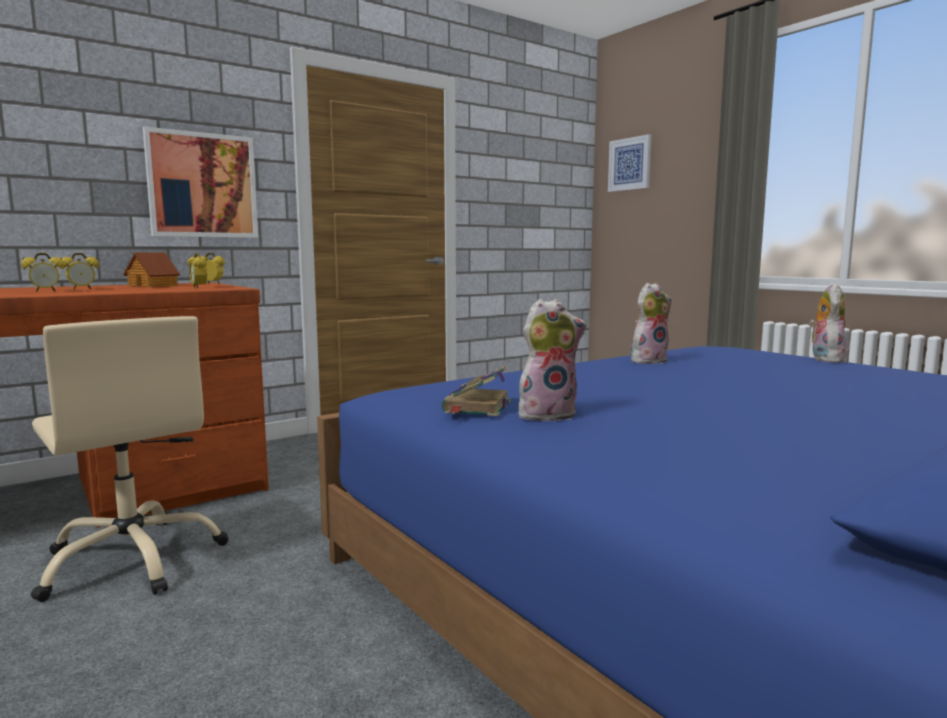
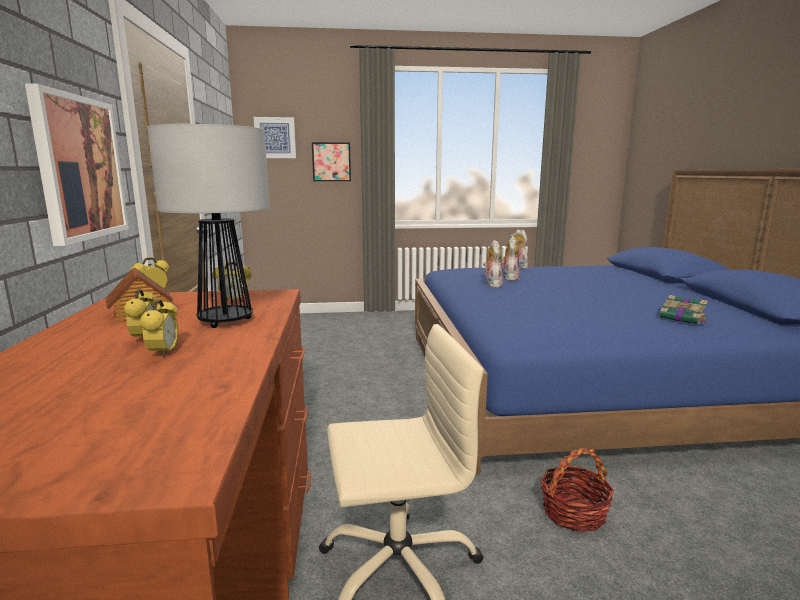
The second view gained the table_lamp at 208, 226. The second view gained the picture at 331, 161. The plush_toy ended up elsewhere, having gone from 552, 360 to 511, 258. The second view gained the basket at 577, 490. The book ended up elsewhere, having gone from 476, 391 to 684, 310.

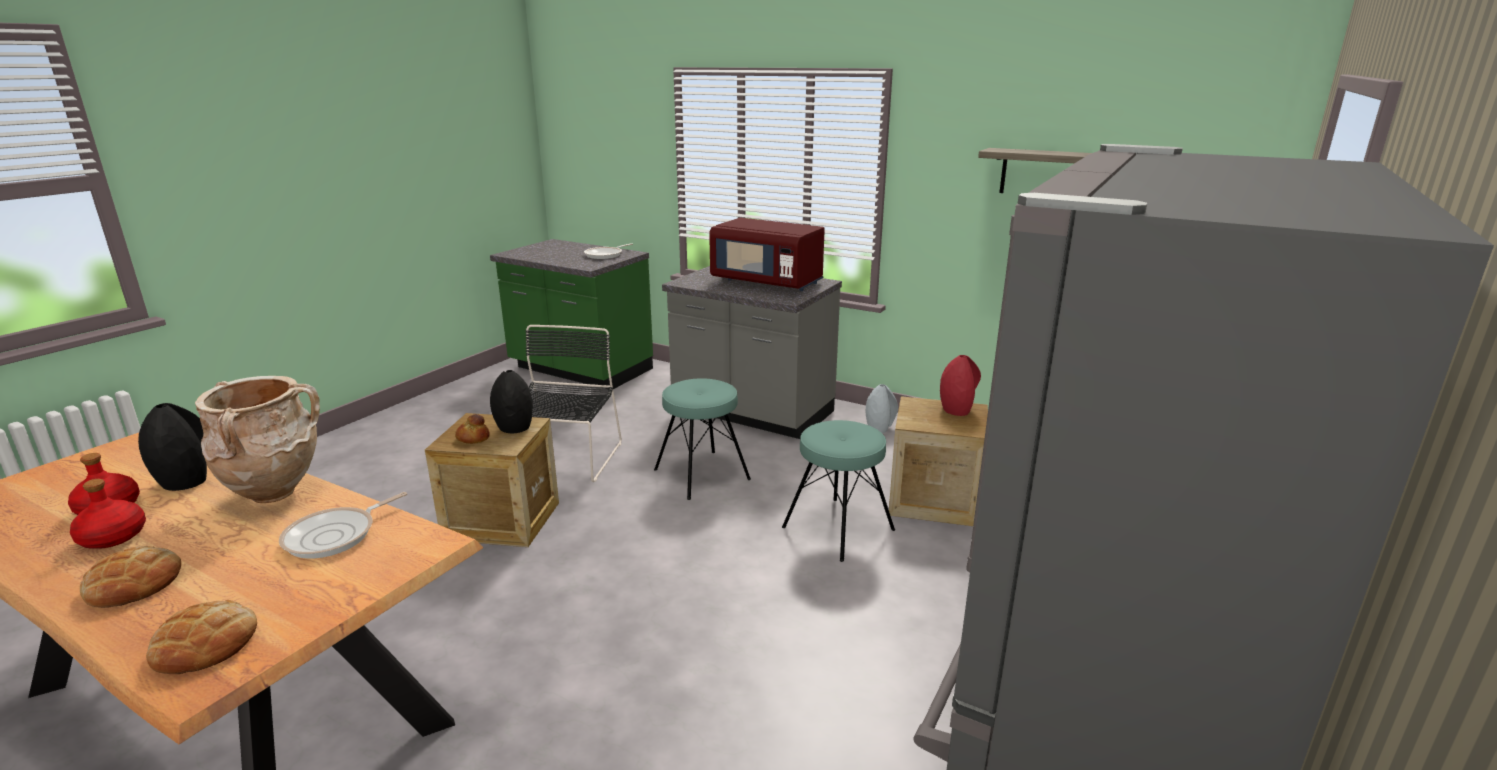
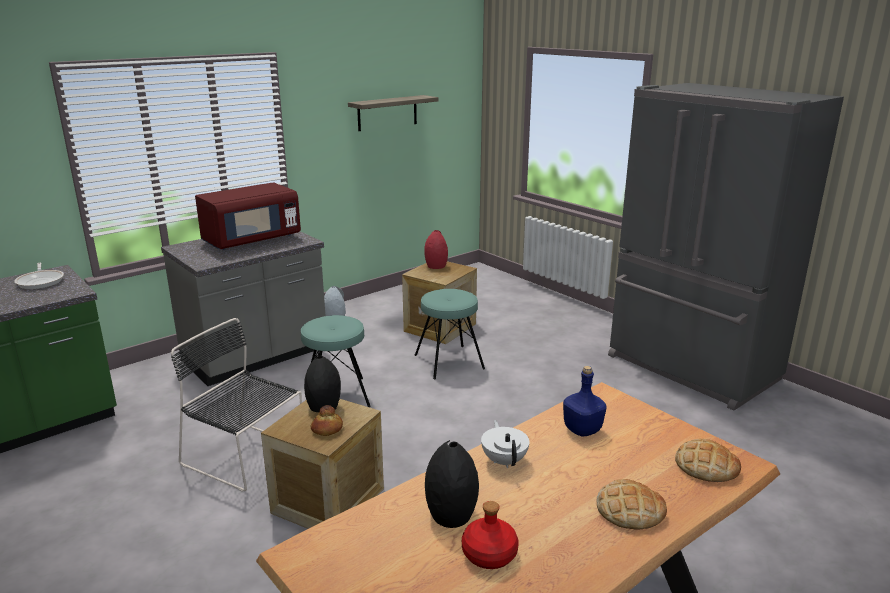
Where the beige_vase stood at 257, 439, the white_teapot came to stand at 505, 444. Where the frying_pan stood at 343, 525, the blue_bottle came to stand at 585, 401. The second view lost the red_bottle at 108, 514.

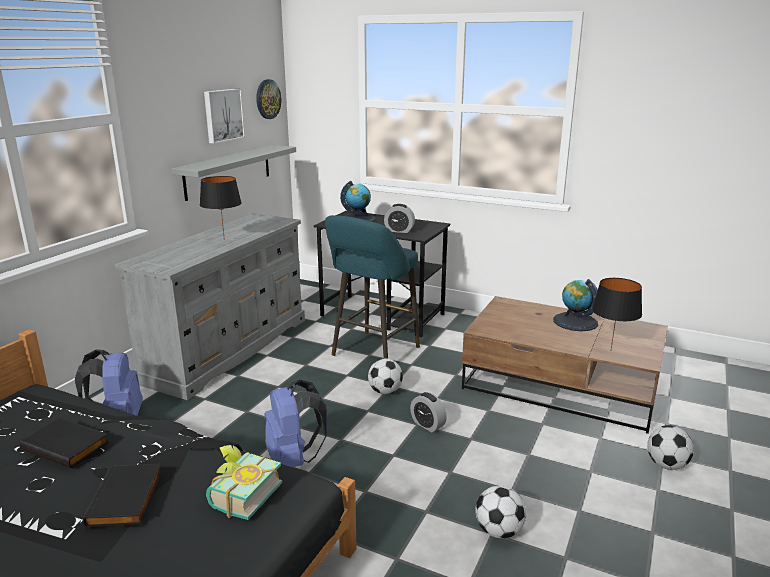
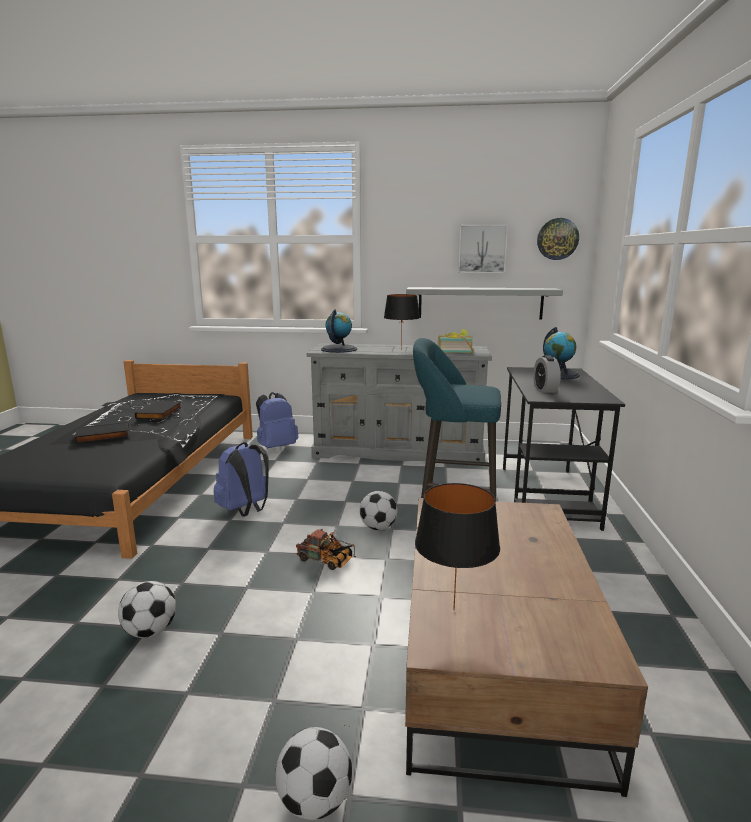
Where the alarm_clock stood at 428, 412, the toy_truck came to stand at 326, 549. The globe ended up elsewhere, having gone from 575, 305 to 339, 331. The book ended up elsewhere, having gone from 244, 482 to 455, 341.

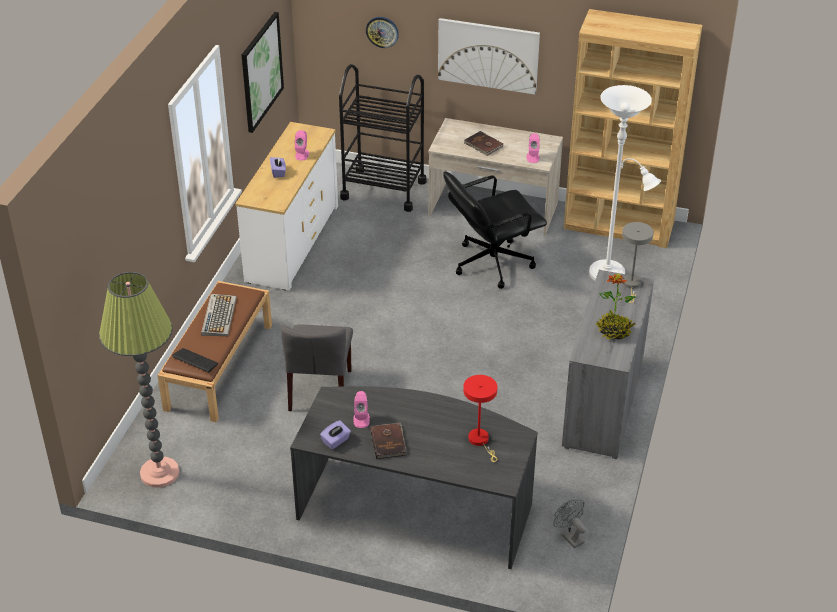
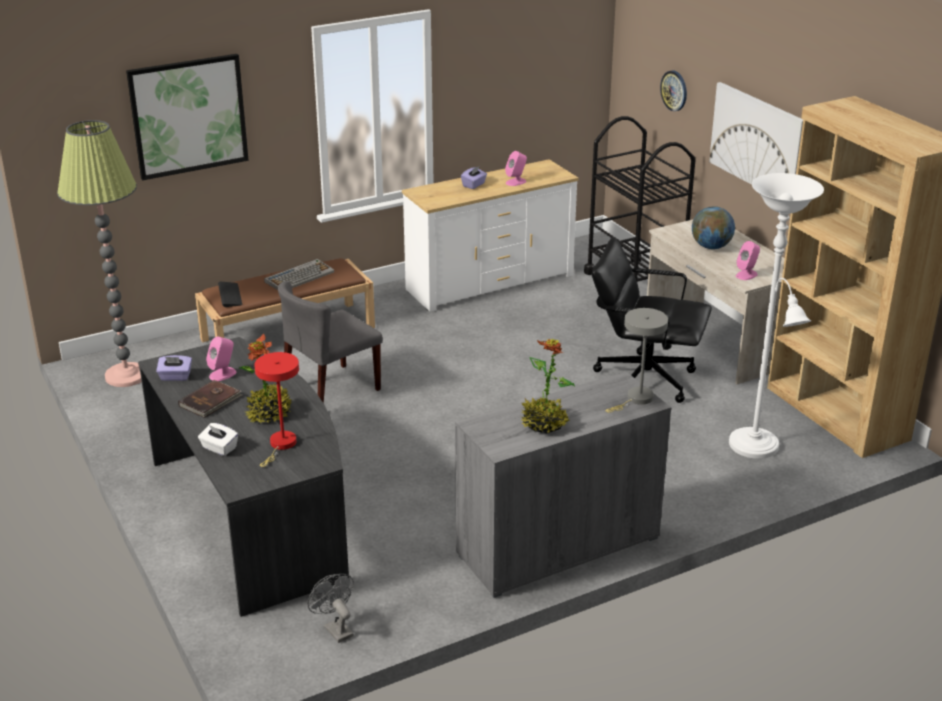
The picture ended up elsewhere, having gone from 263, 72 to 187, 117. The second view gained the white_tissue_box at 218, 439. The second view gained the potted_plant at 265, 378. The grey_fan at 569, 524 ended up facing another way, 45 degrees counterclockwise from before. Where the brown_book stood at 483, 143, the globe came to stand at 713, 227.

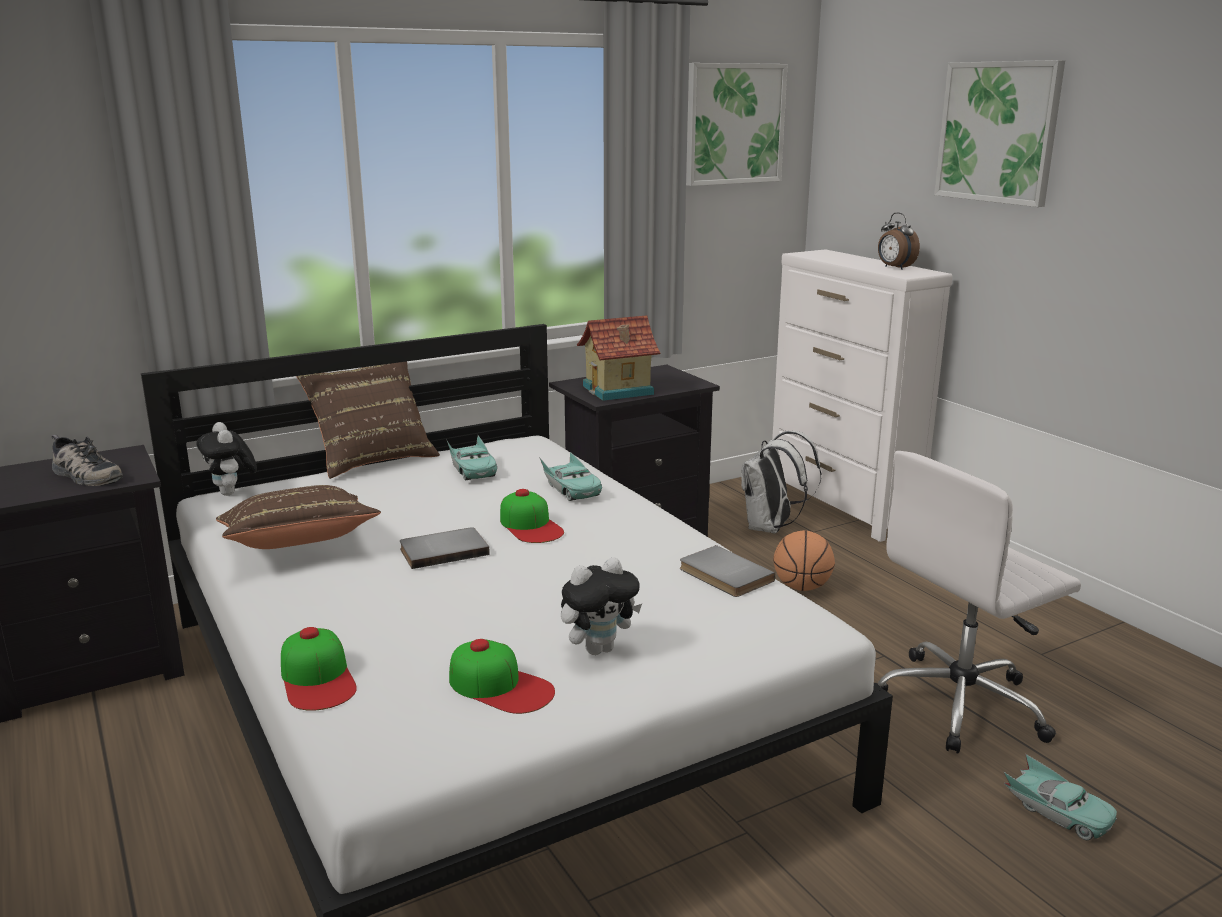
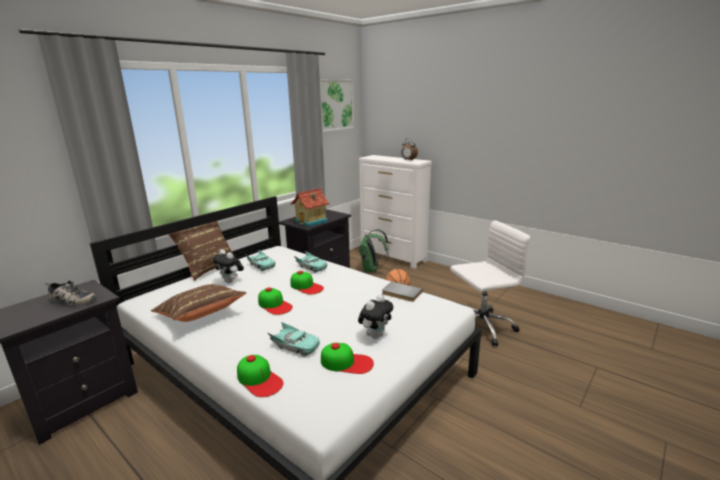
The plush_toy ended up elsewhere, having gone from 226, 459 to 228, 266. Where the grey_book stood at 445, 548, the cap came to stand at 275, 301. The turquoise_toy_car ended up elsewhere, having gone from 1060, 797 to 293, 339. What was the white_backpack at 781, 482 turned into the green_backpack at 374, 250. The white_office_chair at 978, 602 ended up facing another way, 150 degrees counterclockwise from before. The second view lost the picture at 999, 133.

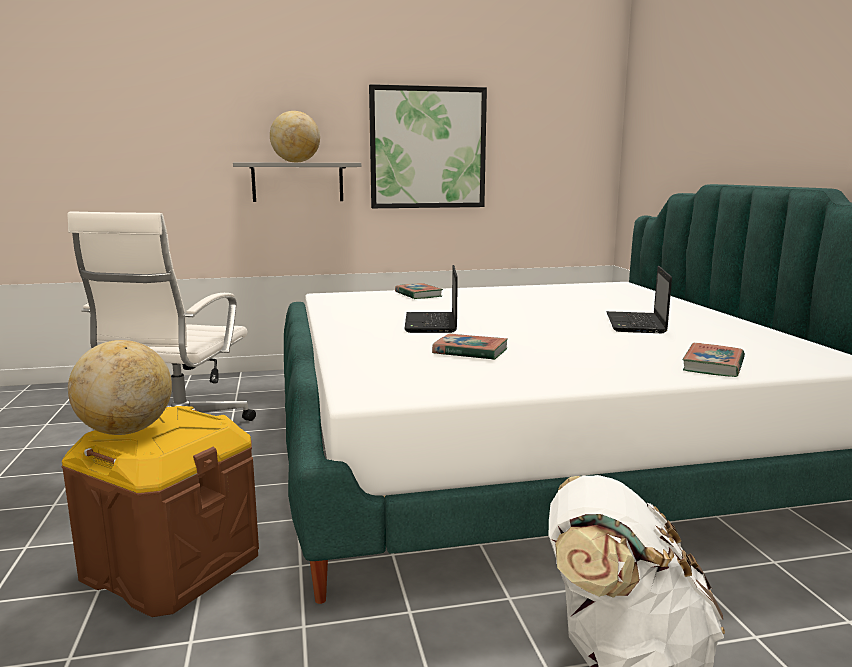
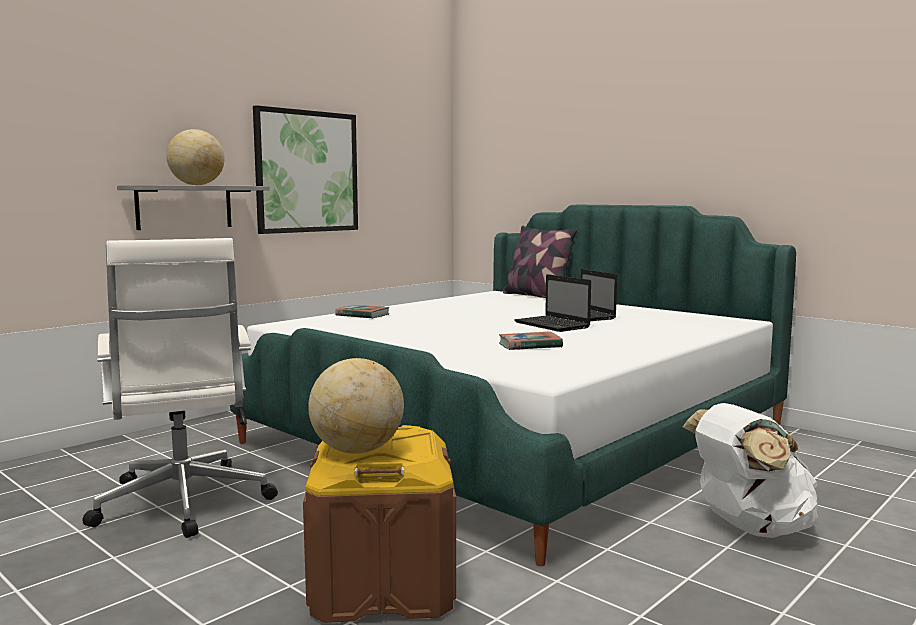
The second view gained the pillow at 540, 262. The laptop ended up elsewhere, having gone from 431, 299 to 552, 303. The second view lost the book at 713, 360.

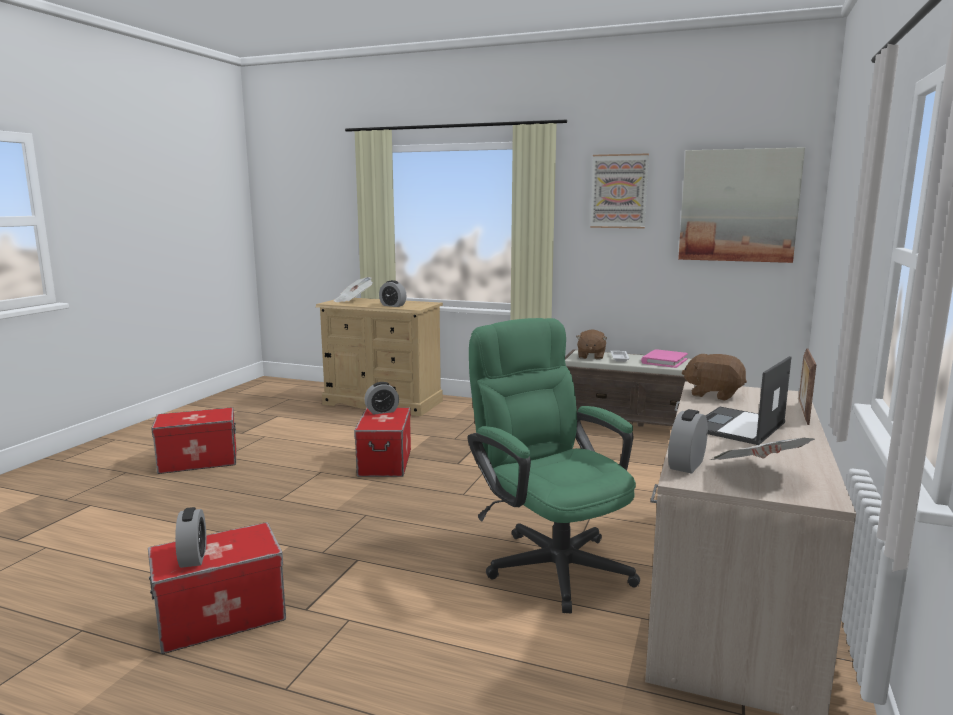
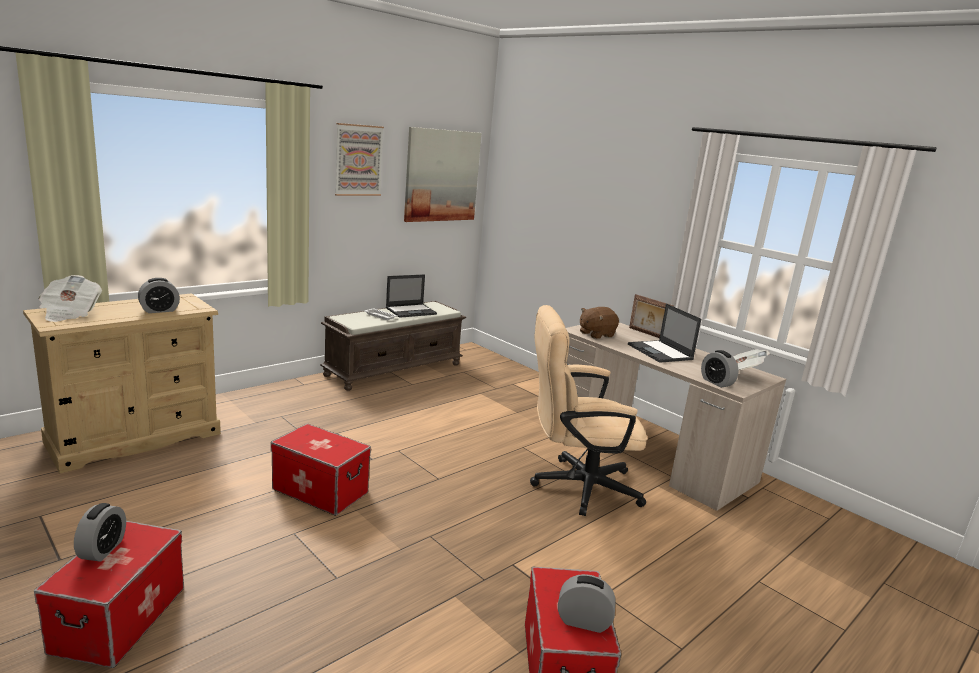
The alarm_clock ended up elsewhere, having gone from 381, 398 to 100, 532. Where the pink_book stood at 664, 358, the laptop came to stand at 411, 296. What was the green_office_chair at 553, 466 turned into the beige_office_chair at 588, 410. The second view lost the brown_plush_toy at 591, 344.

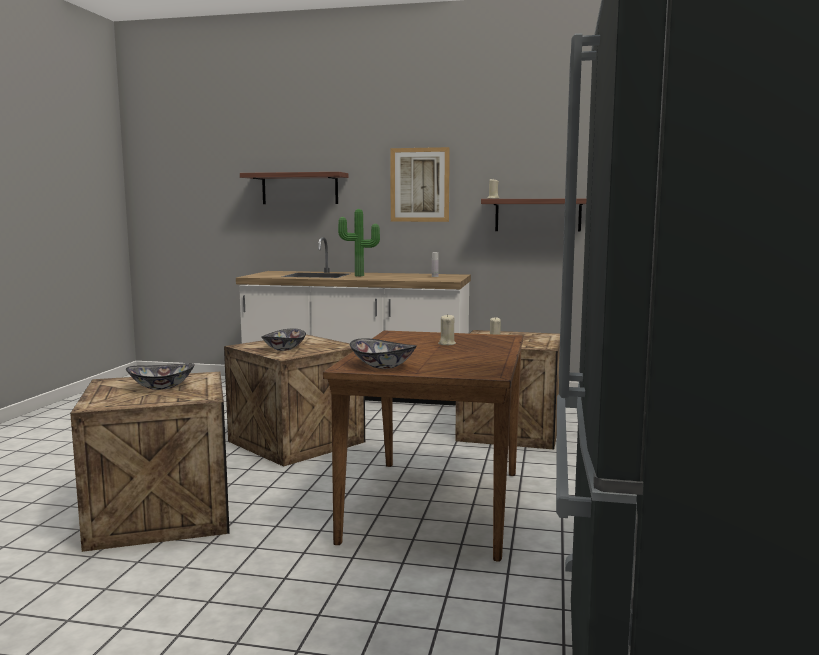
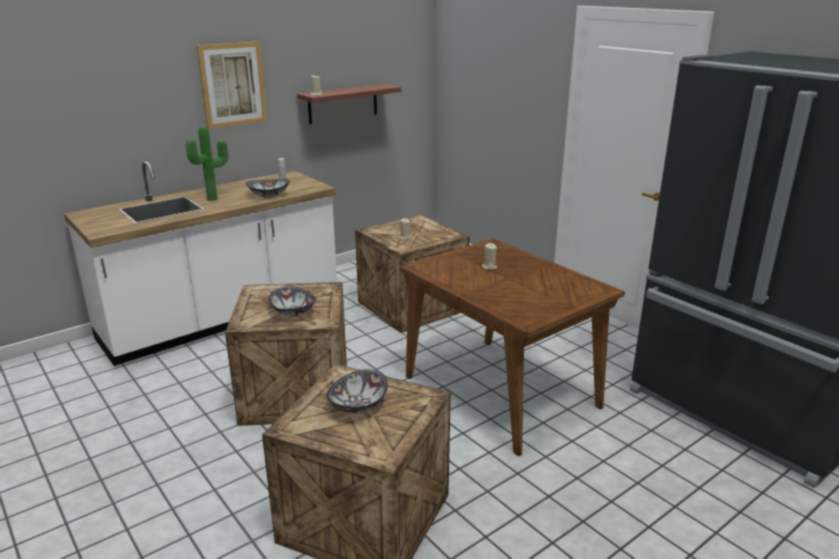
The bowl ended up elsewhere, having gone from 383, 353 to 268, 188. The second view lost the shelf at 294, 188.

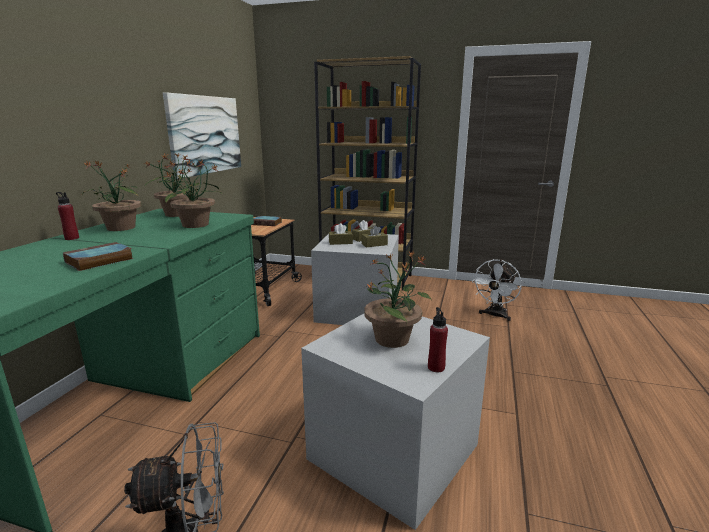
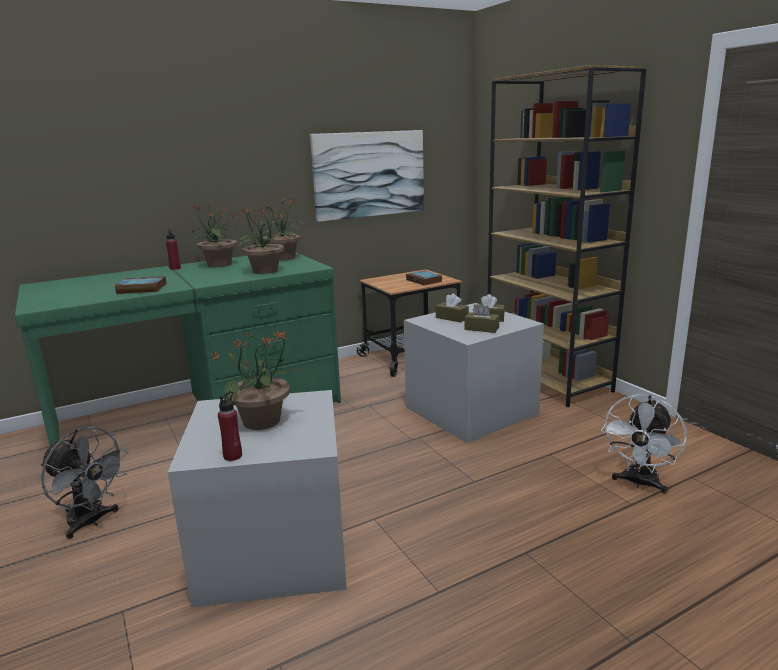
The white_fan at 497, 290 ended up facing another way, 45 degrees counterclockwise from before.

